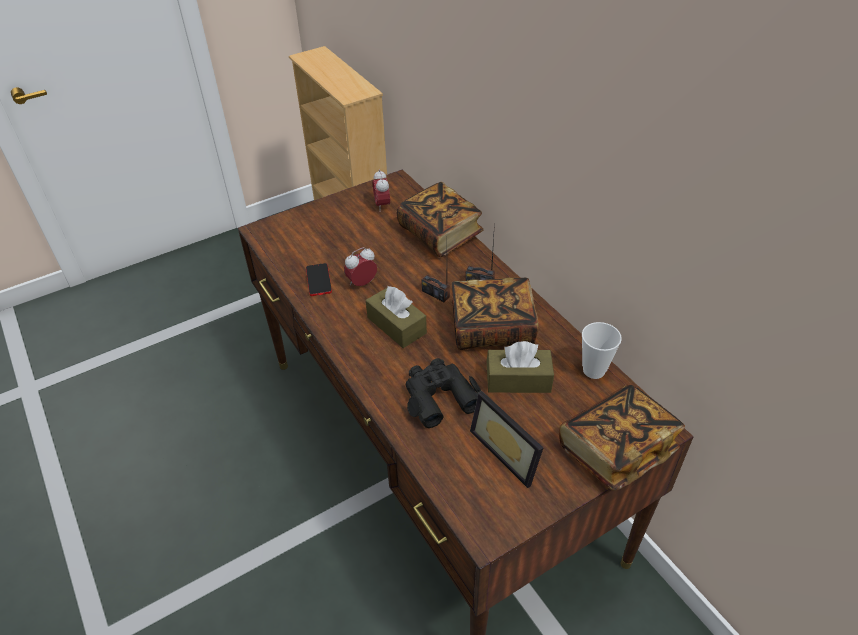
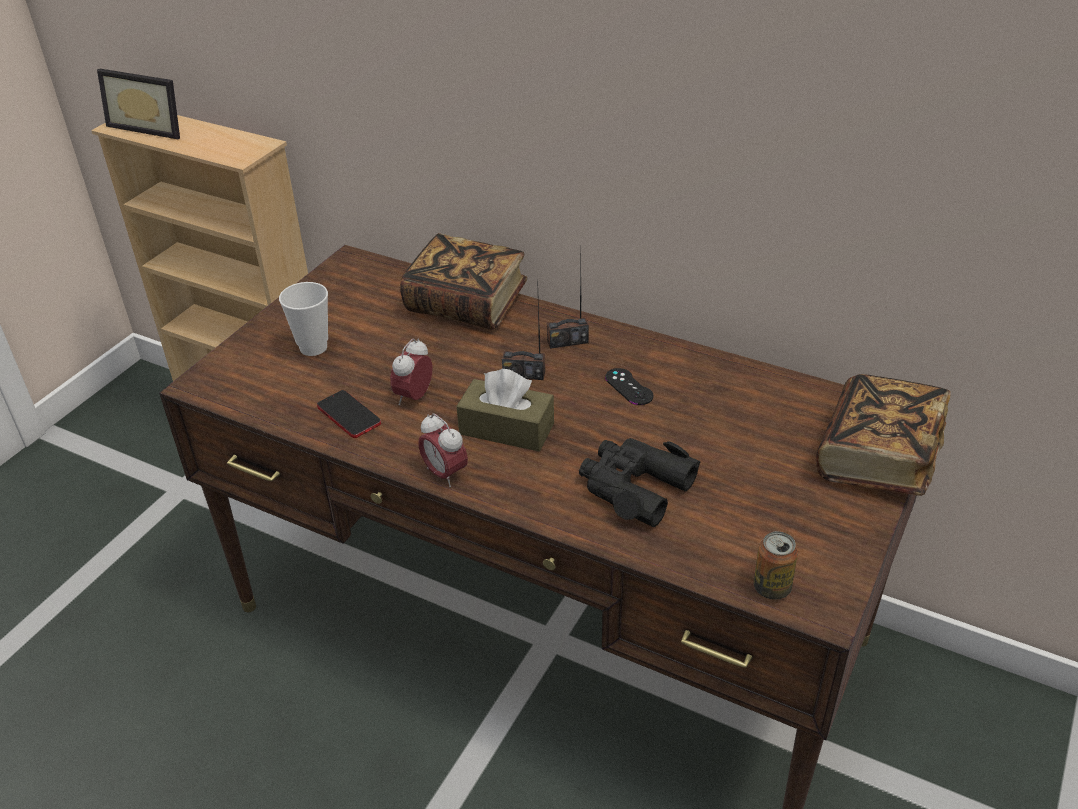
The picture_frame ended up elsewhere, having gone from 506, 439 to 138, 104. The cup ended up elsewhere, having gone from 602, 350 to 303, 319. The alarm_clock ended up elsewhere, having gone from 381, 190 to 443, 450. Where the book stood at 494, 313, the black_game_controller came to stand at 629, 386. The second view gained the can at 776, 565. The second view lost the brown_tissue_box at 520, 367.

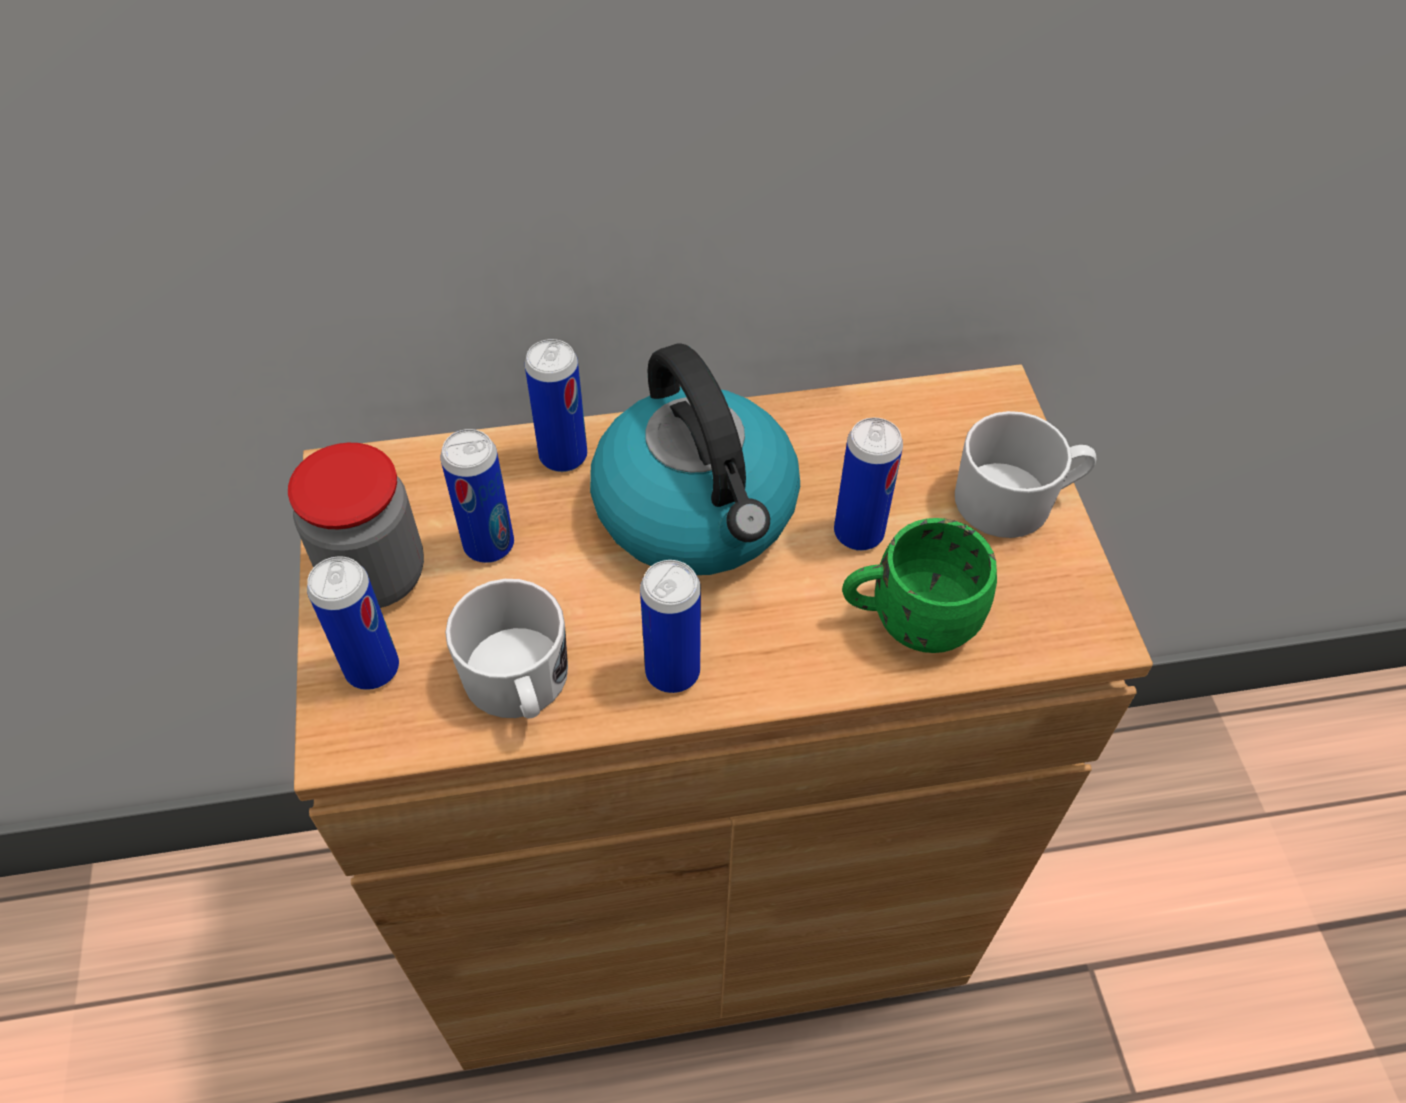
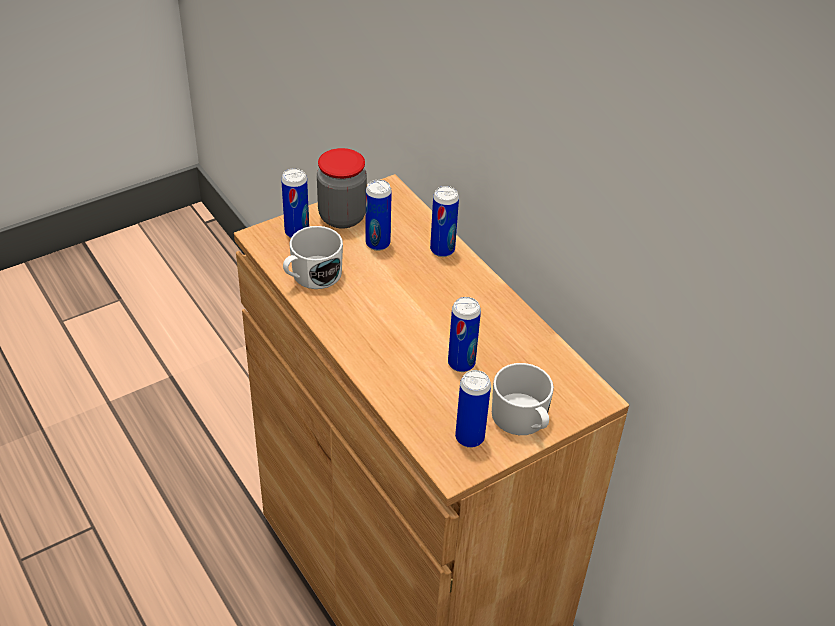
The can ended up elsewhere, having gone from 670, 626 to 473, 409. The second view lost the kettle at 695, 459. The second view lost the green_mug at 919, 585.

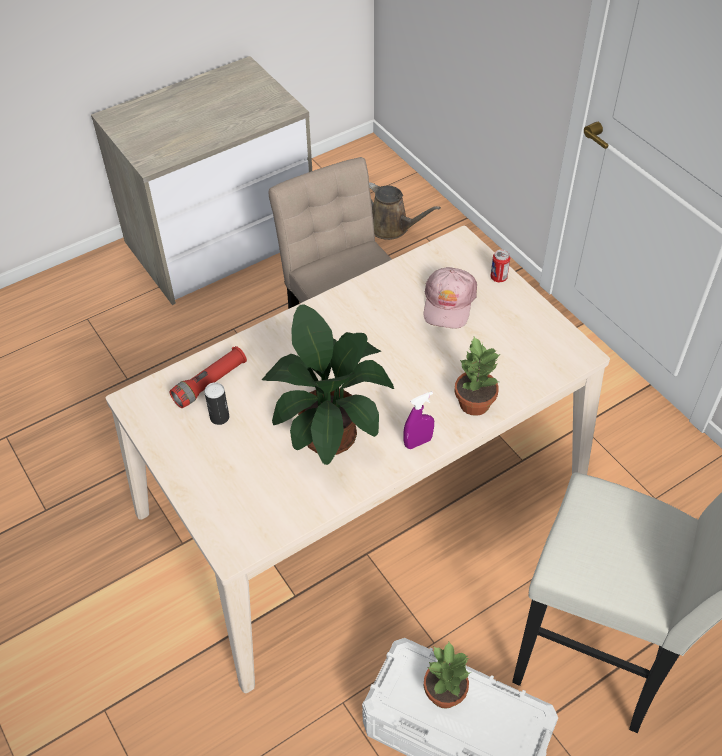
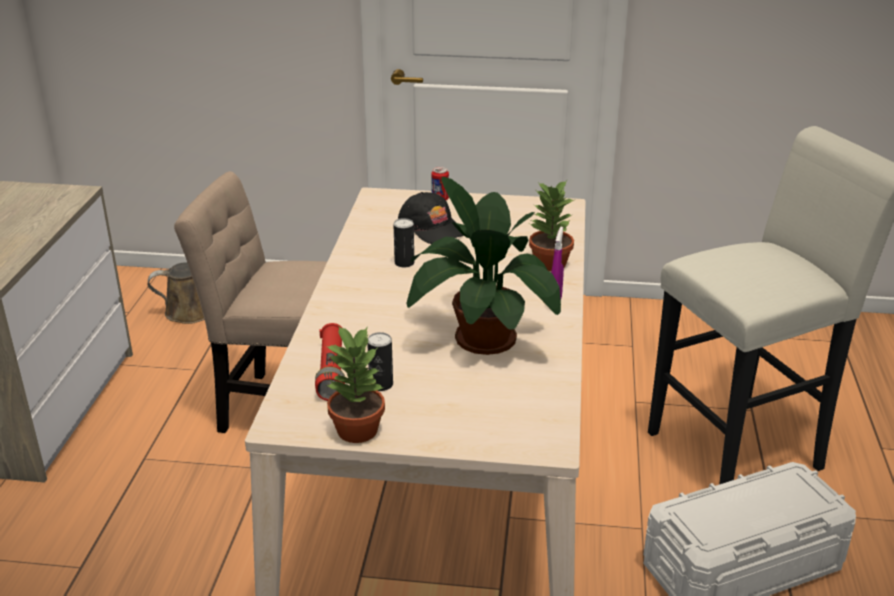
The potted_plant ended up elsewhere, having gone from 447, 675 to 355, 384. The second view gained the can at 403, 242. What was the pink_cap at 450, 298 turned into the black_cap at 431, 218.

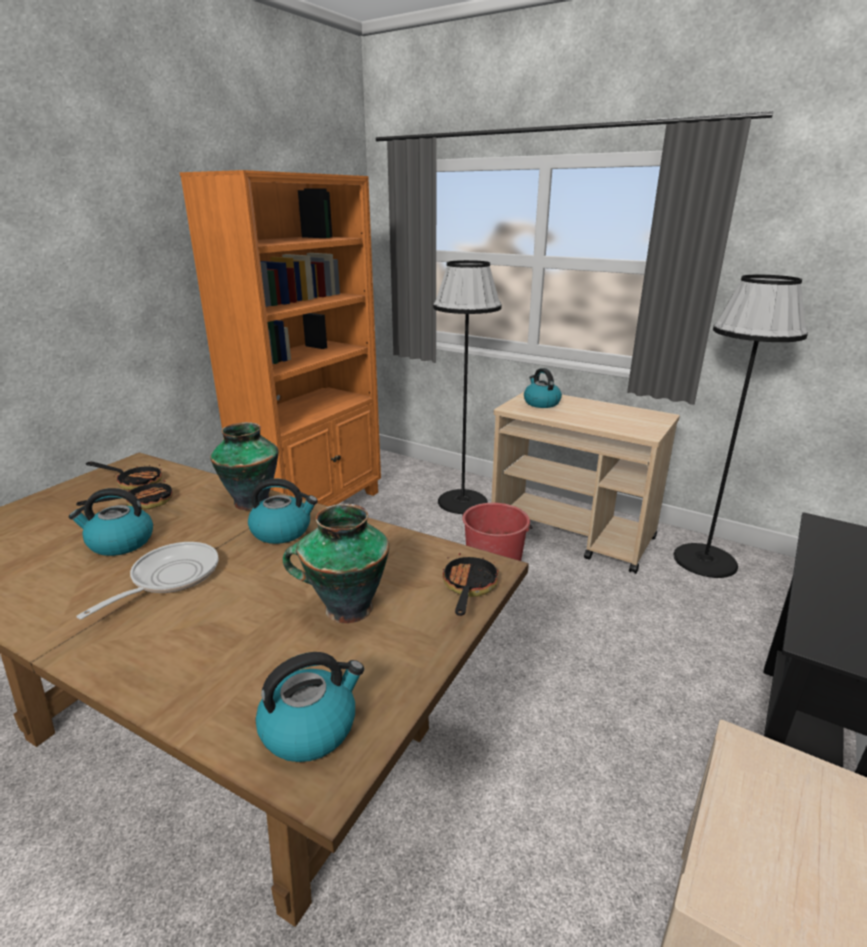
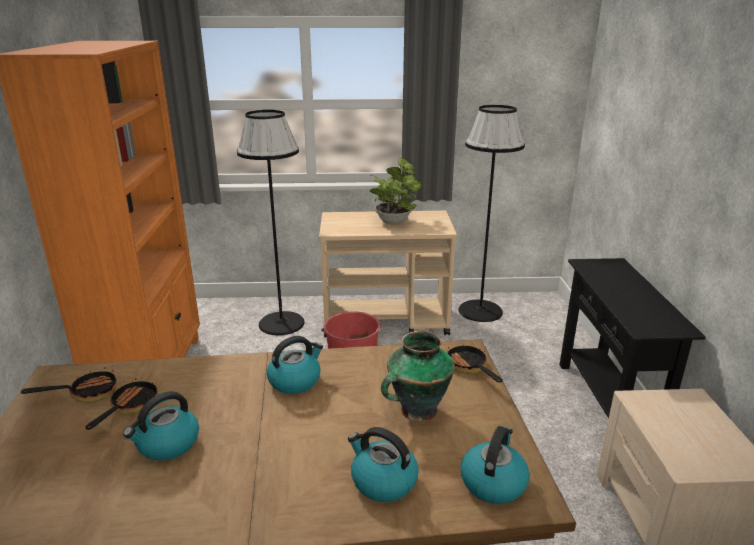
The kettle ended up elsewhere, having gone from 543, 388 to 383, 464. The second view gained the potted_plant at 396, 191. The second view lost the frying_pan at 147, 580. The second view lost the vase at 244, 466.

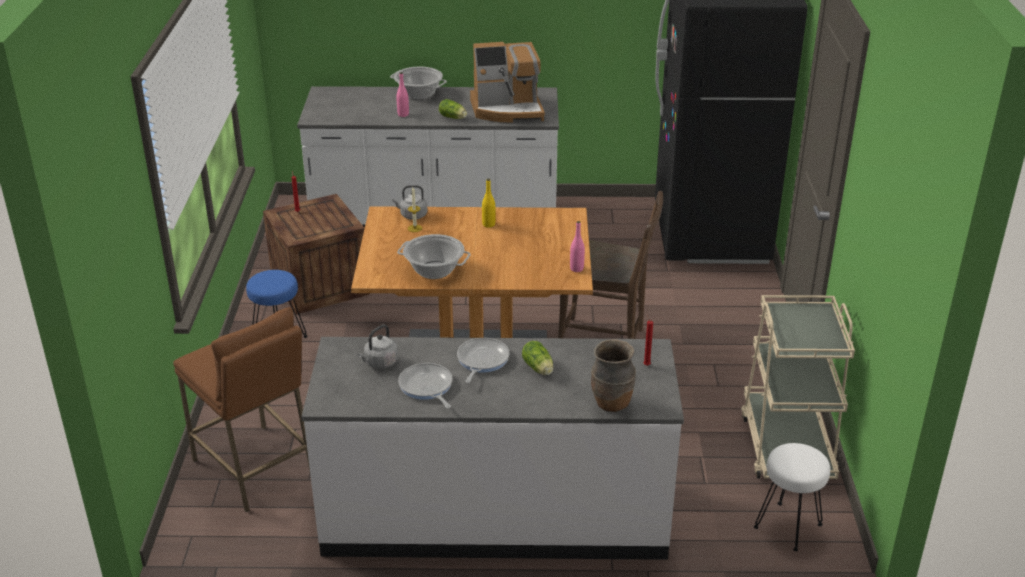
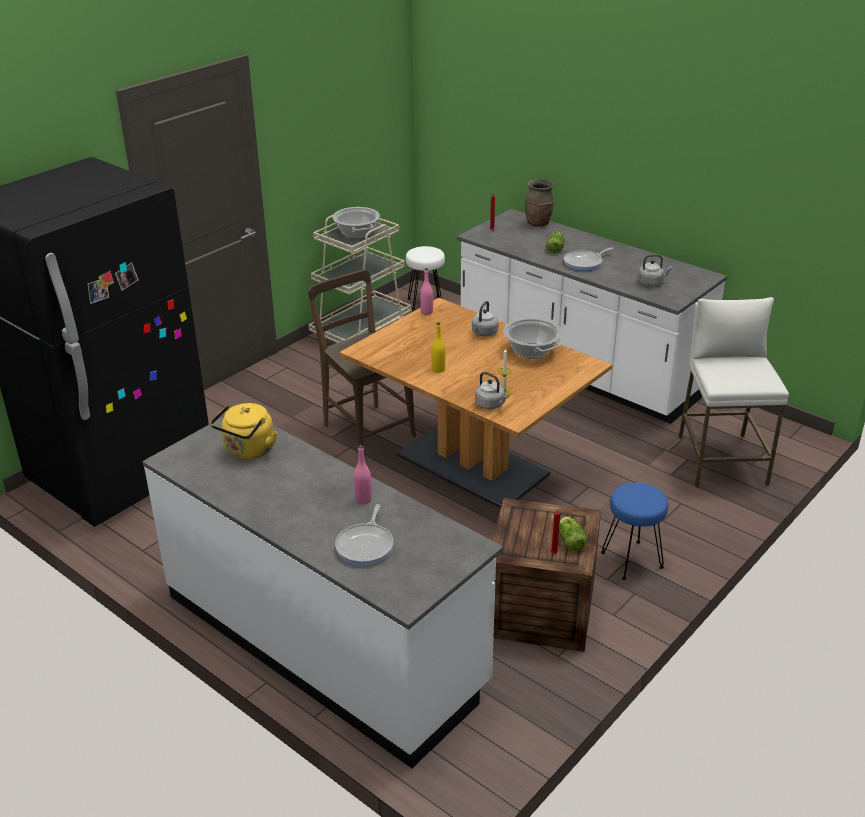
Where the coffee_machine stood at 507, 82, the yellow_kettle came to stand at 243, 431. The cooking_pot ended up elsewhere, having gone from 418, 83 to 356, 223. The frying_pan ended up elsewhere, having gone from 425, 386 to 364, 534. The second view gained the grey_kettle at 485, 318. The lettuce ended up elsewhere, having gone from 453, 109 to 573, 534. What was the brown_stool at 241, 409 turned into the white_stool at 733, 392.

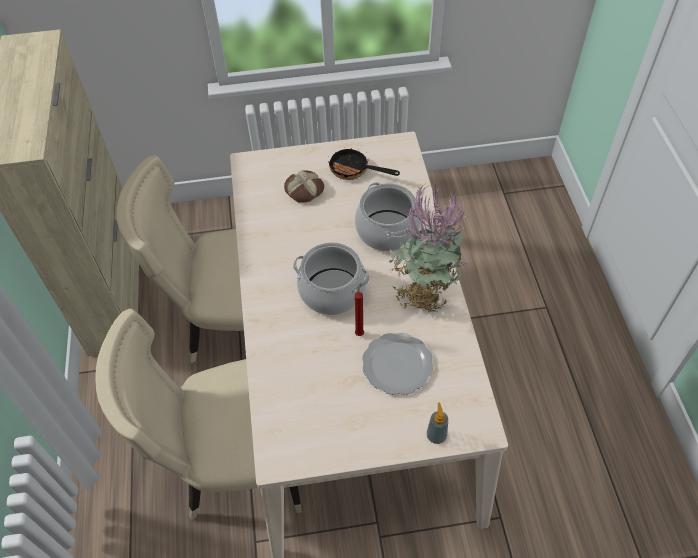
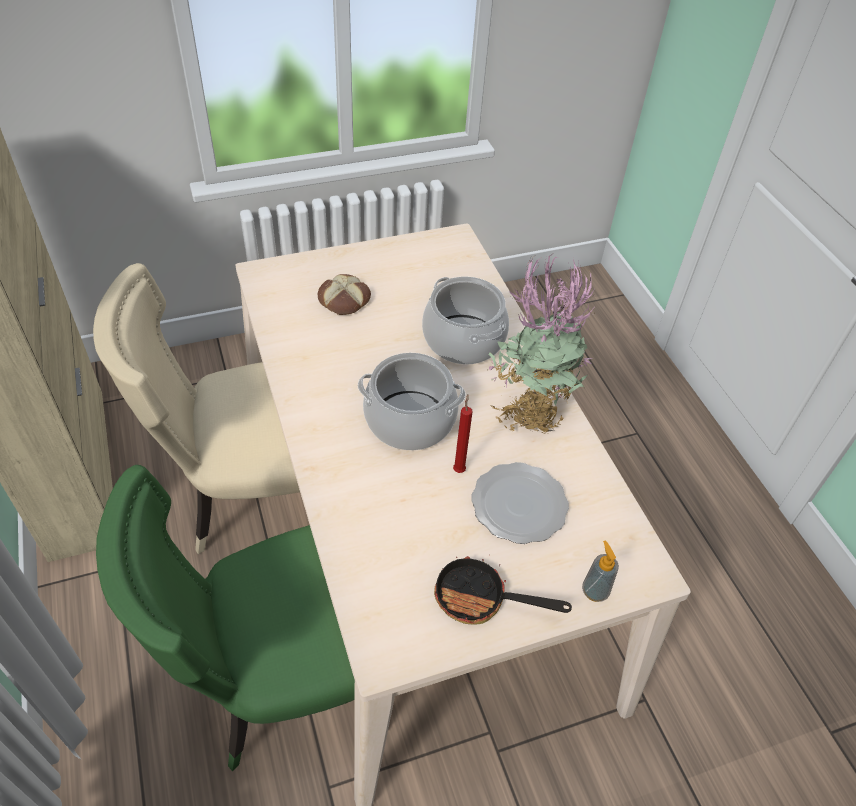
What was the beige_chair at 198, 414 turned into the green_chair at 225, 618. The frying_pan ended up elsewhere, having gone from 364, 163 to 503, 590.

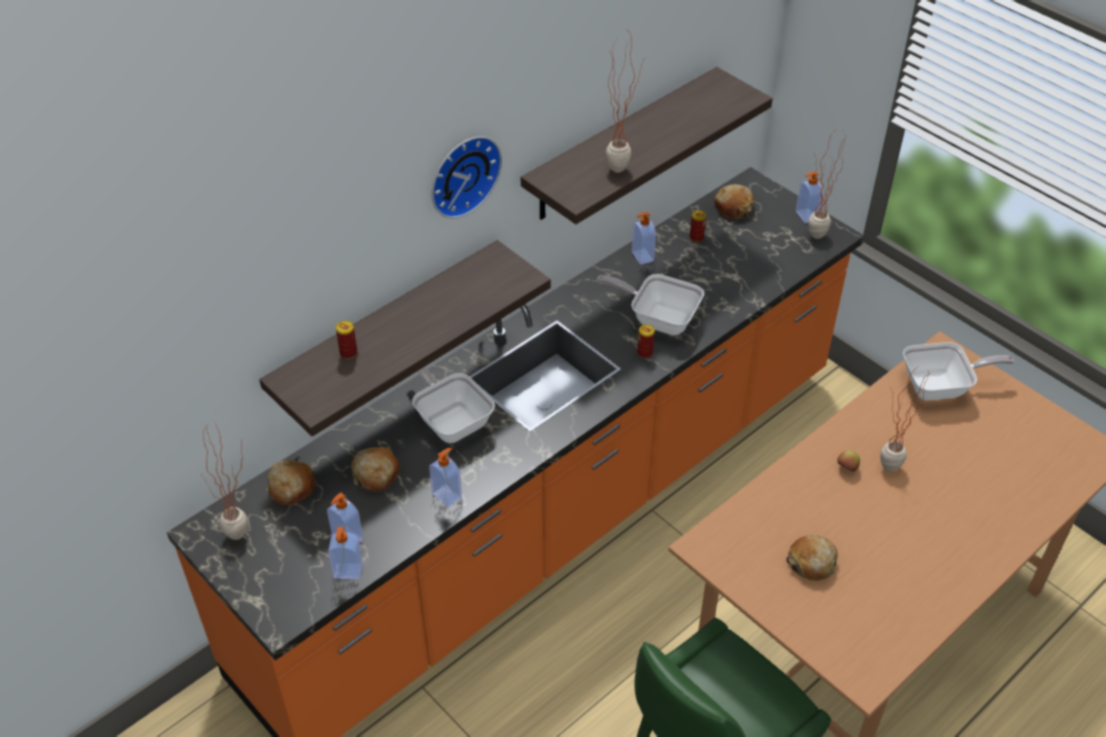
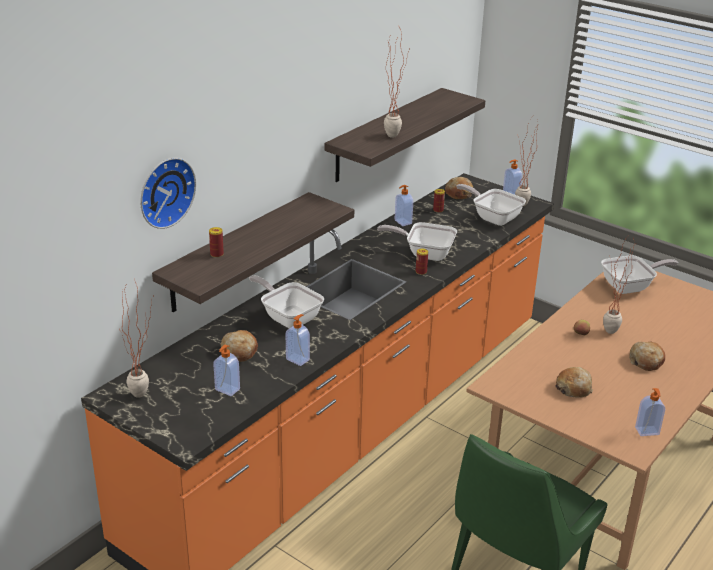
The wall_clock ended up elsewhere, having gone from 467, 177 to 168, 193. The second view gained the frying_pan at 491, 205. The bread ended up elsewhere, having gone from 291, 482 to 647, 356. The soap_dispenser ended up elsewhere, having gone from 345, 553 to 650, 412.

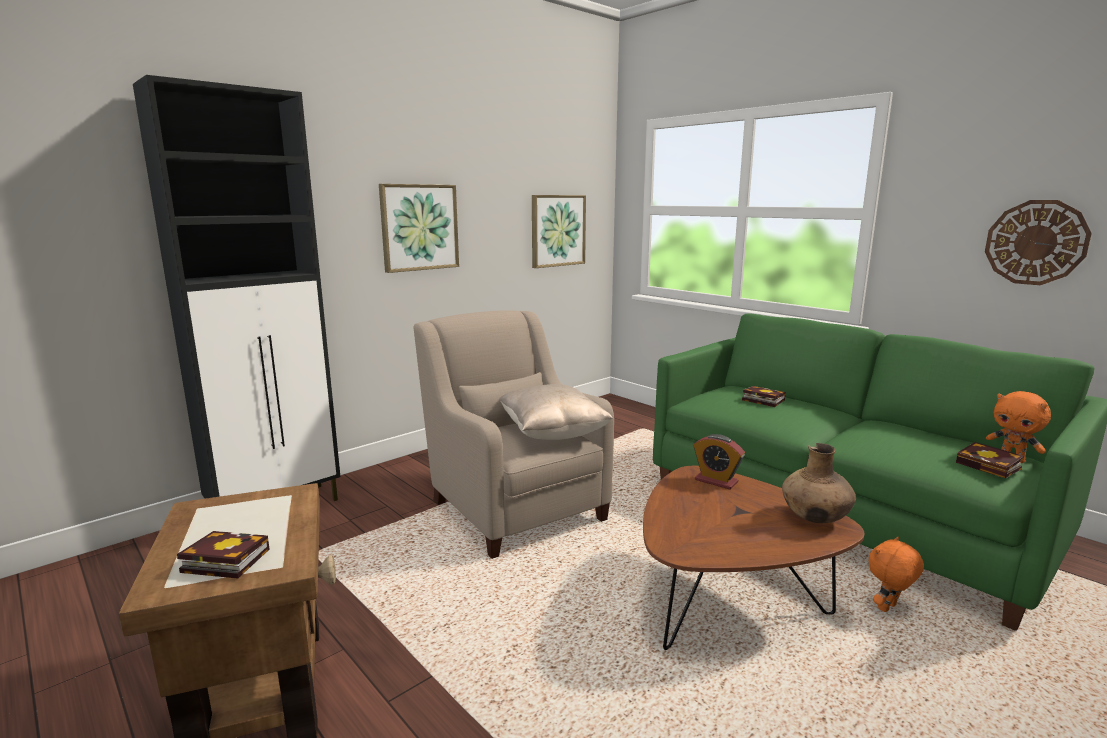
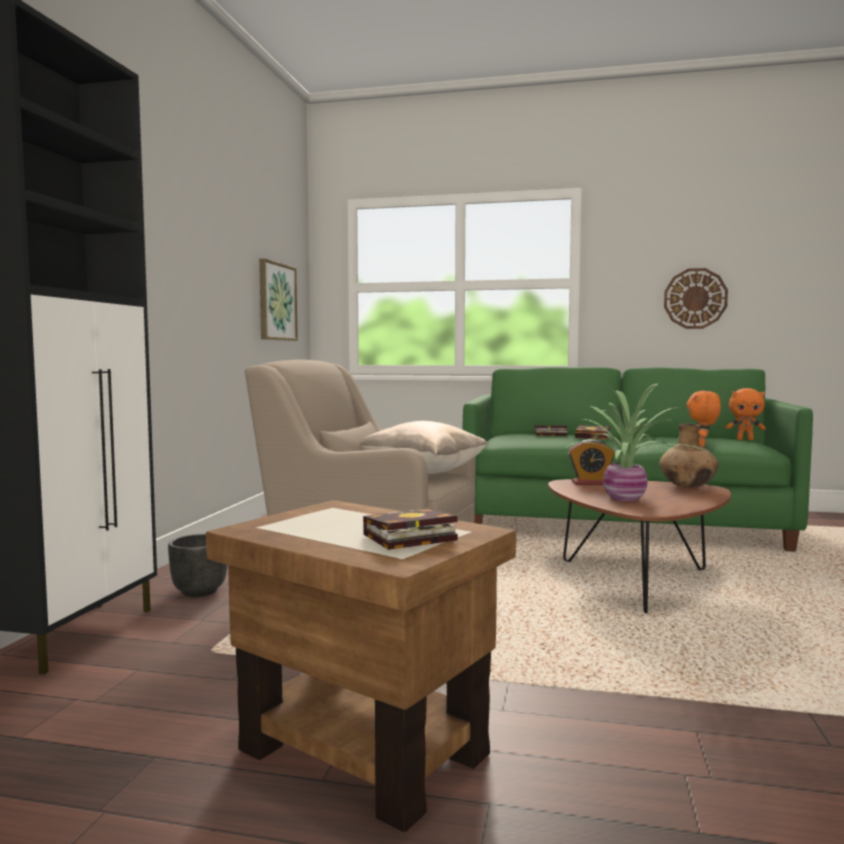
The second view gained the black_planter at 197, 565. The second view gained the potted_plant at 638, 442. The book ended up elsewhere, having gone from 990, 460 to 592, 432. The orange_plush_toy ended up elsewhere, having gone from 896, 574 to 704, 419. The second view lost the picture at 419, 228.

